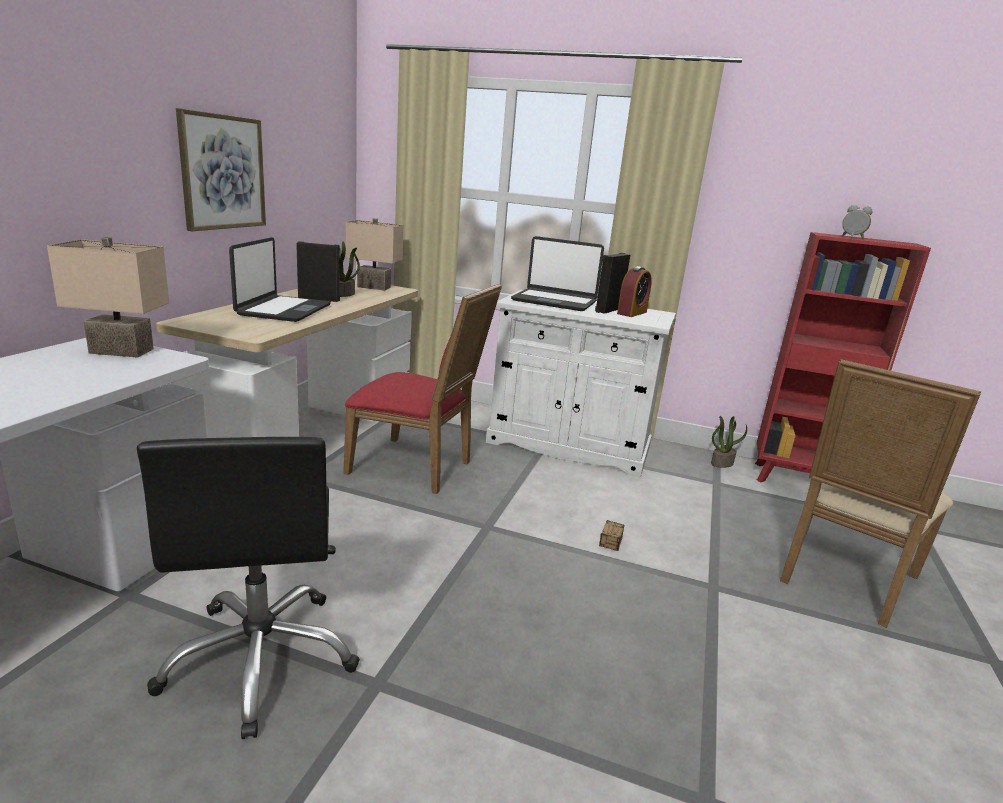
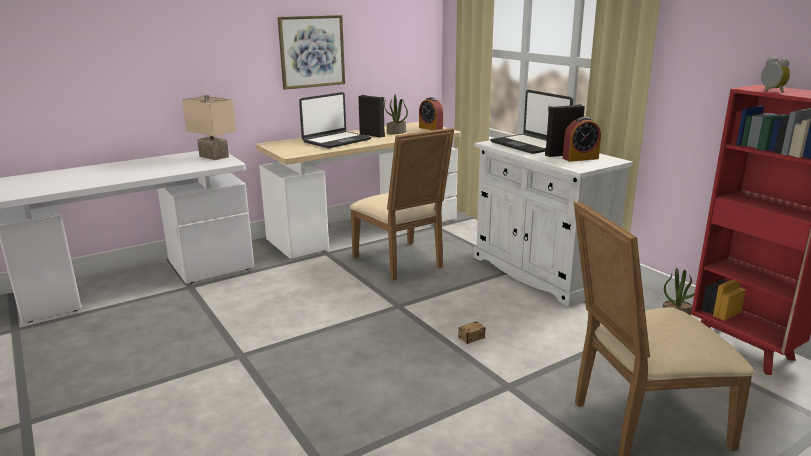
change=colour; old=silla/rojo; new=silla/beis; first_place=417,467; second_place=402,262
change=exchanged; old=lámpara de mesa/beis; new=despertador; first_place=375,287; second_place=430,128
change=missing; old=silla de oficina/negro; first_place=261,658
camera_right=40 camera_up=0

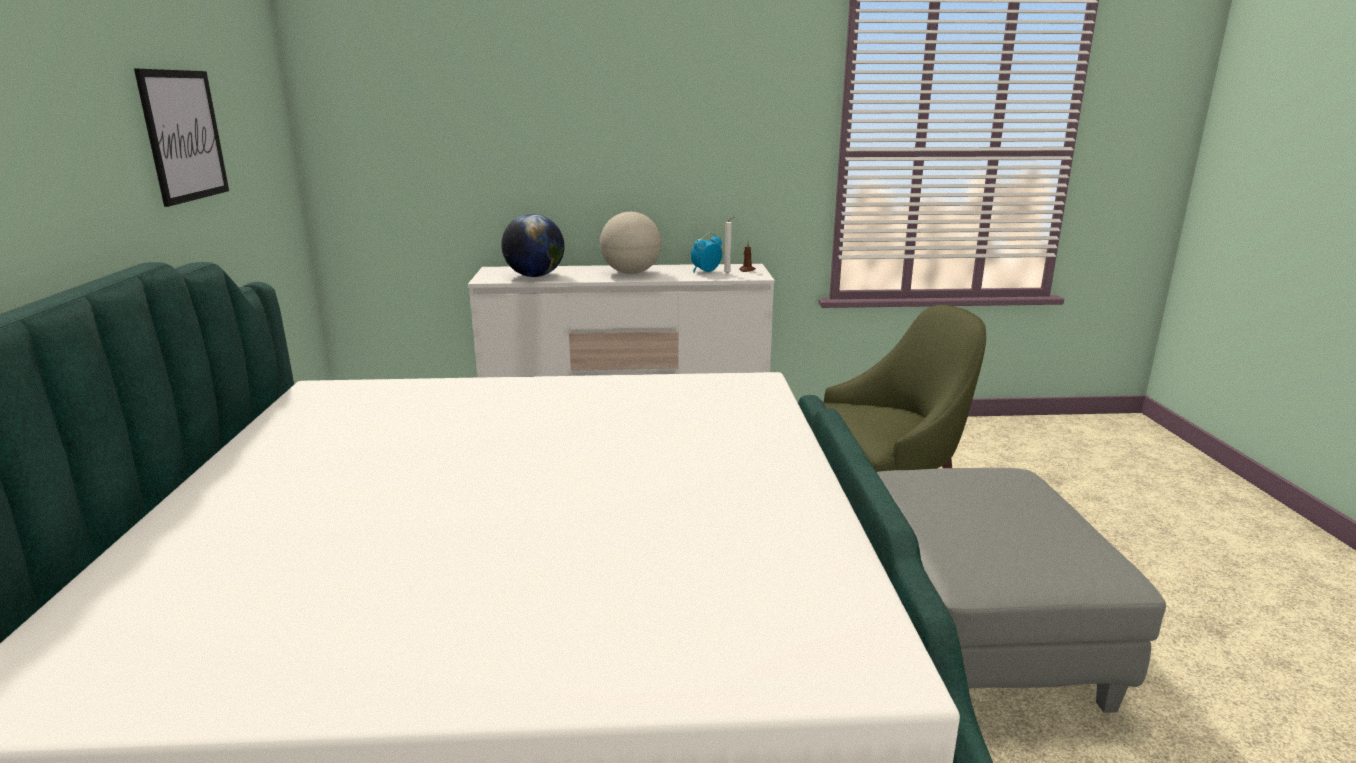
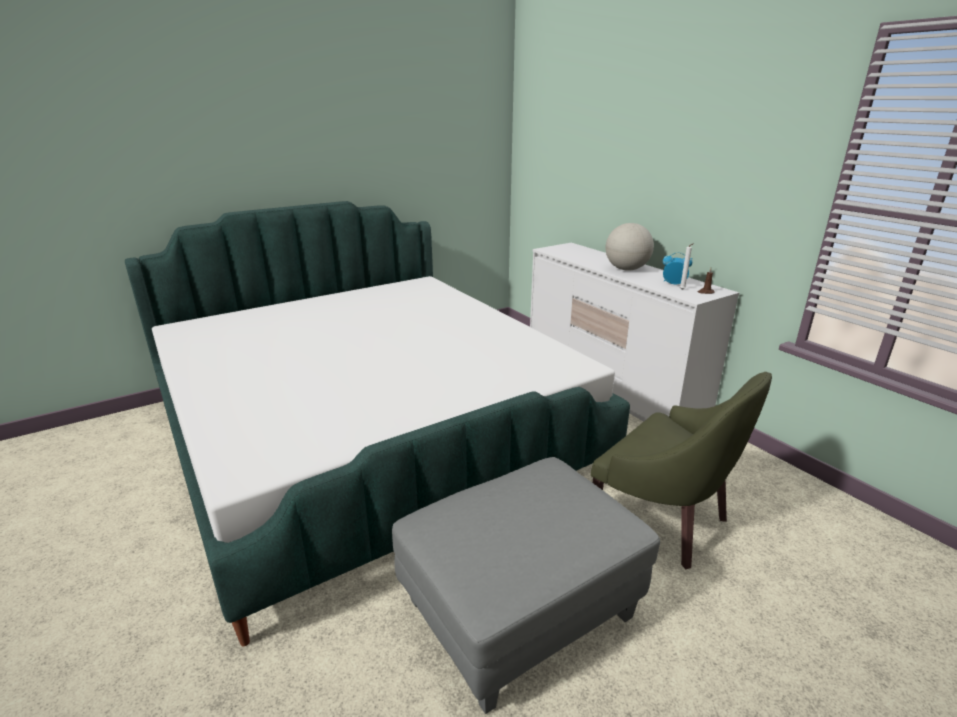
change=missing; old=cuadro; first_place=184,135
change=missing; old=globo terráqueo; first_place=535,276
camera_right=60 camera_up=5

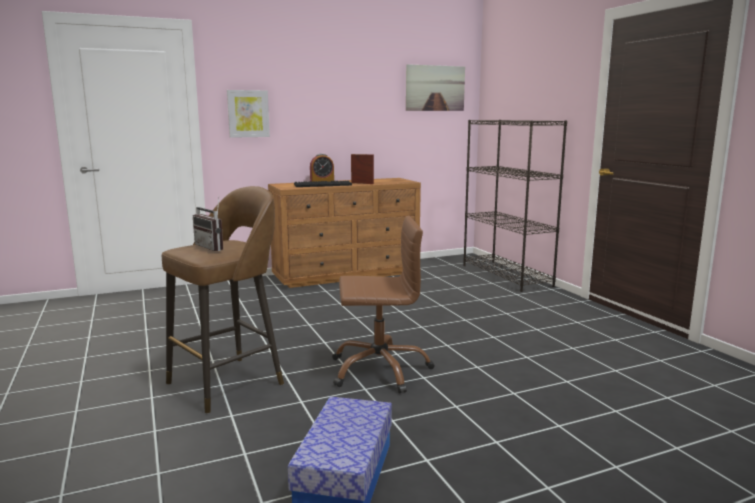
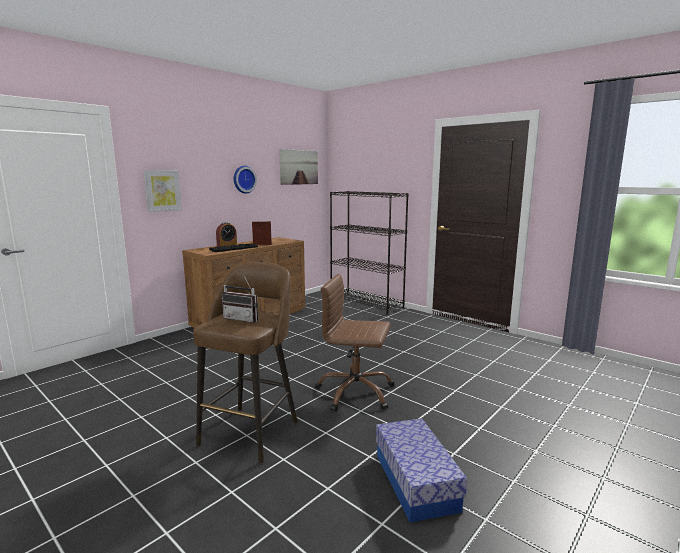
change=appeared; new=reloj de pared; second_place=243,179
change=spun; old=silla de oficina/marrón; first_place=379,369; second_place=355,392; degrees=-135
camera_right=-25 camera_up=0

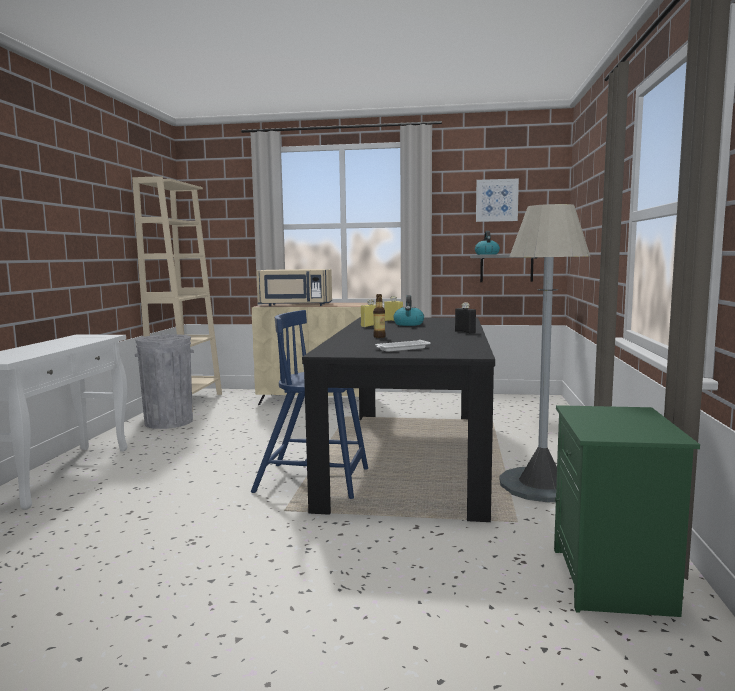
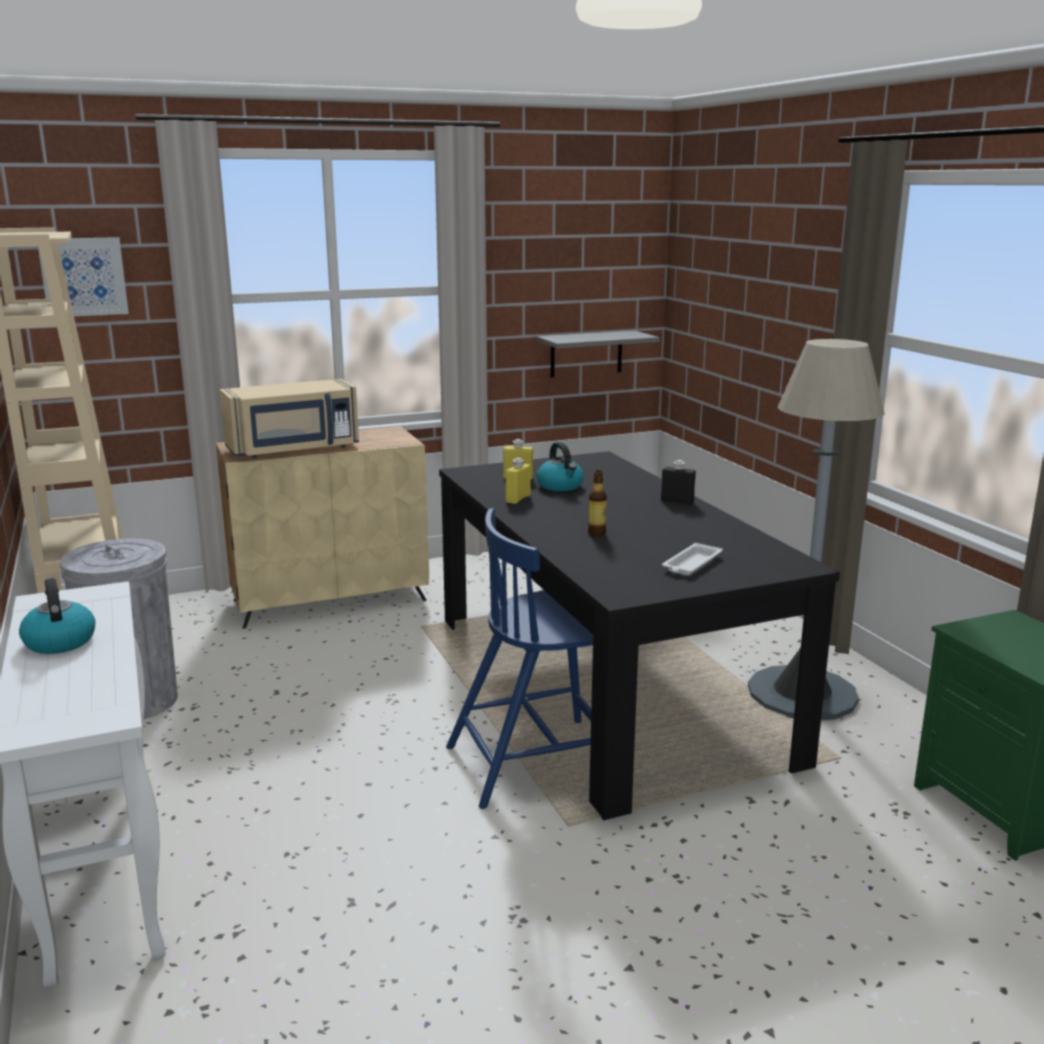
change=relocated; old=hervidor; first_place=486,254; second_place=59,641
change=relocated; old=cuadro; first_place=496,200; second_place=84,277
camera_right=-30 camera_up=10

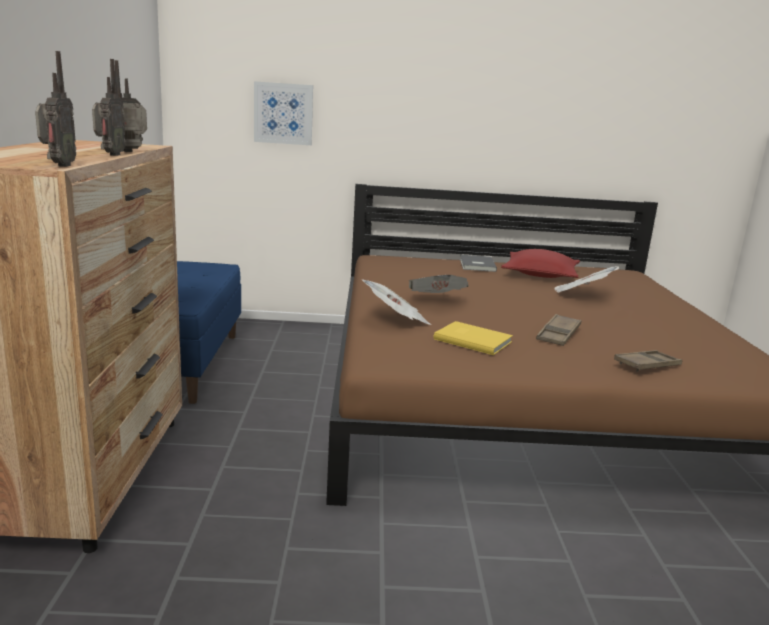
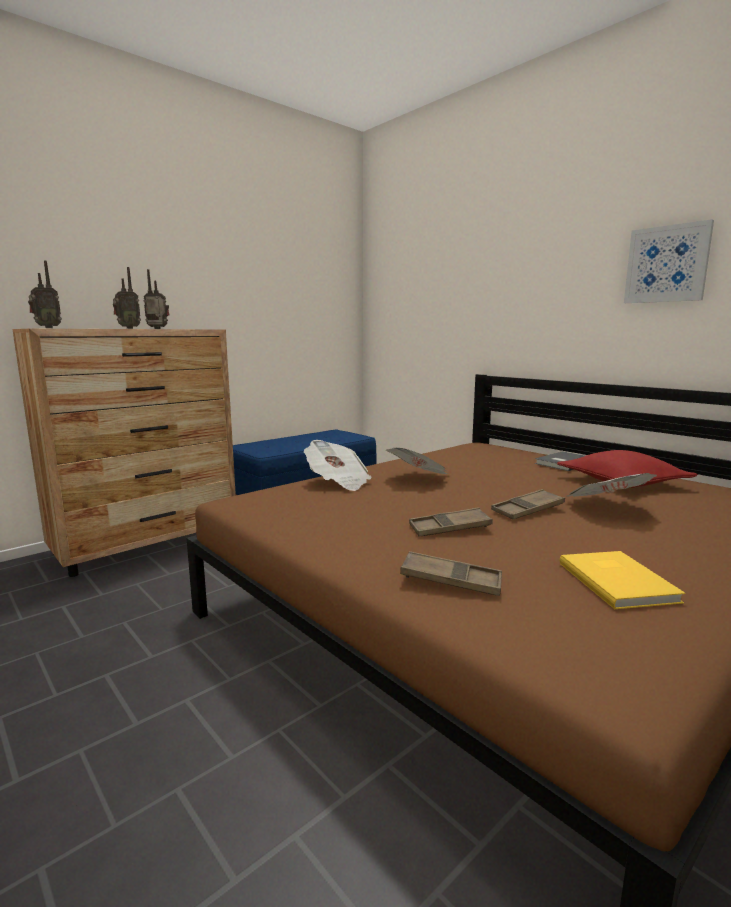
change=appeared; new=bandeja/marrón; second_place=528,510
change=relocated; old=libro/amarillo; first_place=472,339; second_place=618,581
change=relocated; old=cuadro; first_place=283,113; second_place=667,264
camera_right=50 camera_up=-5

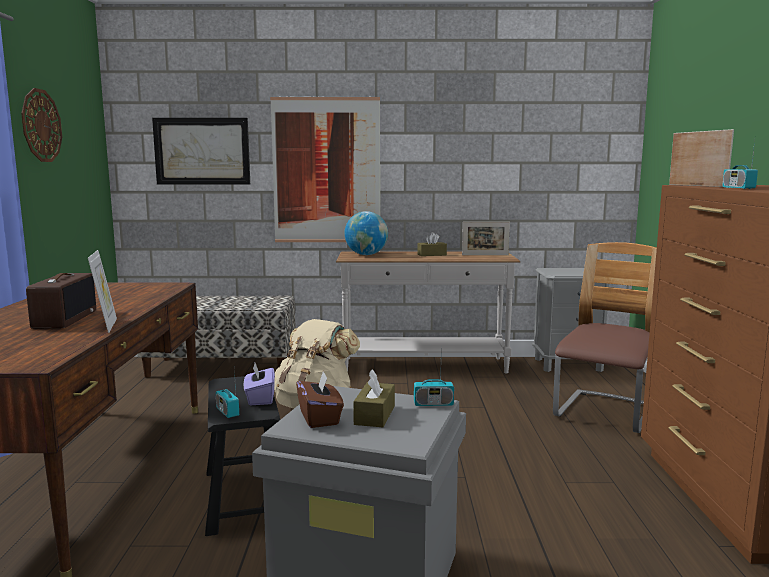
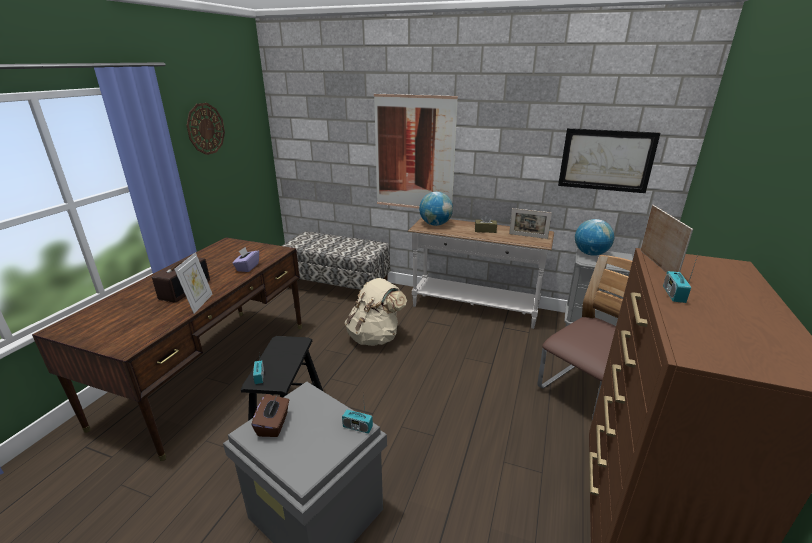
change=relocated; old=caja de pañuelos/morado; first_place=260,398; second_place=247,267
change=relocated; old=cuadro; first_place=202,151; second_place=606,160
change=appeared; new=globo terráqueo; second_place=590,253
change=missing; old=caja de pañuelos/marrón; first_place=374,415
camera_right=20 camera_up=15

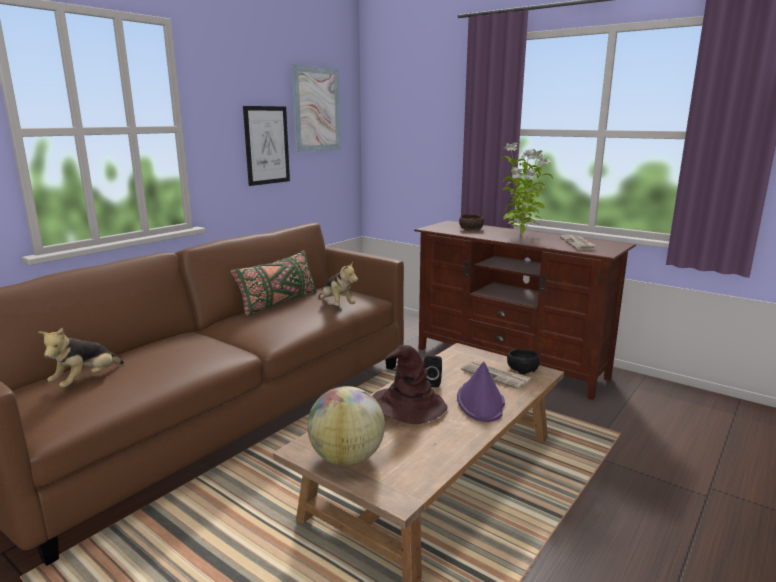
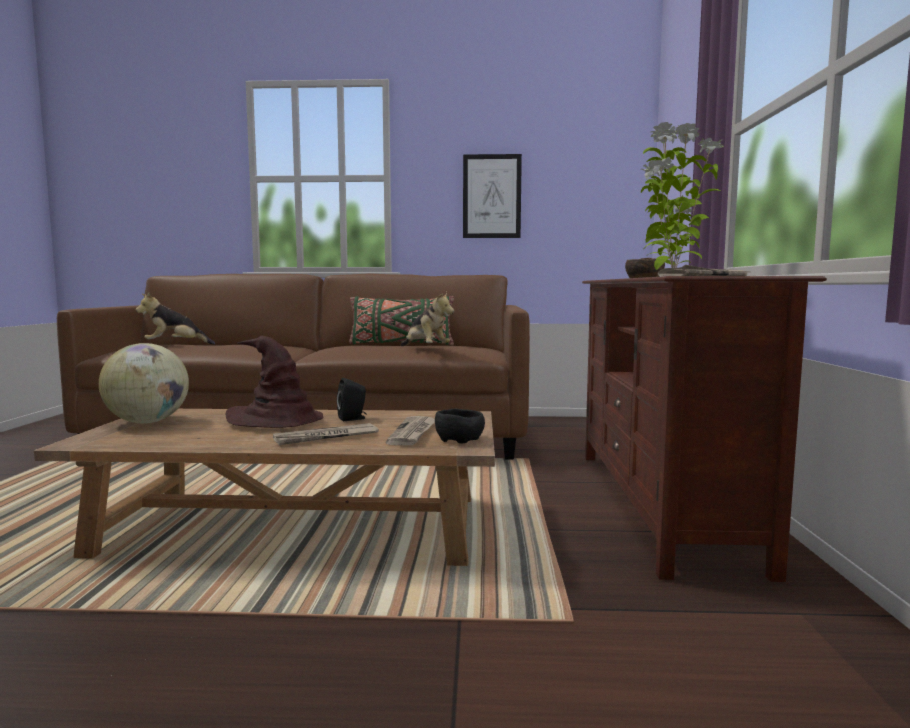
change=exchanged; old=sombrero/morado; new=periódico; first_place=480,402; second_place=325,437
change=spun; old=peluche; first_place=336,305; second_place=425,349; degrees=-60
change=missing; old=cuadro; first_place=316,109
camera_right=55 camera_up=-10

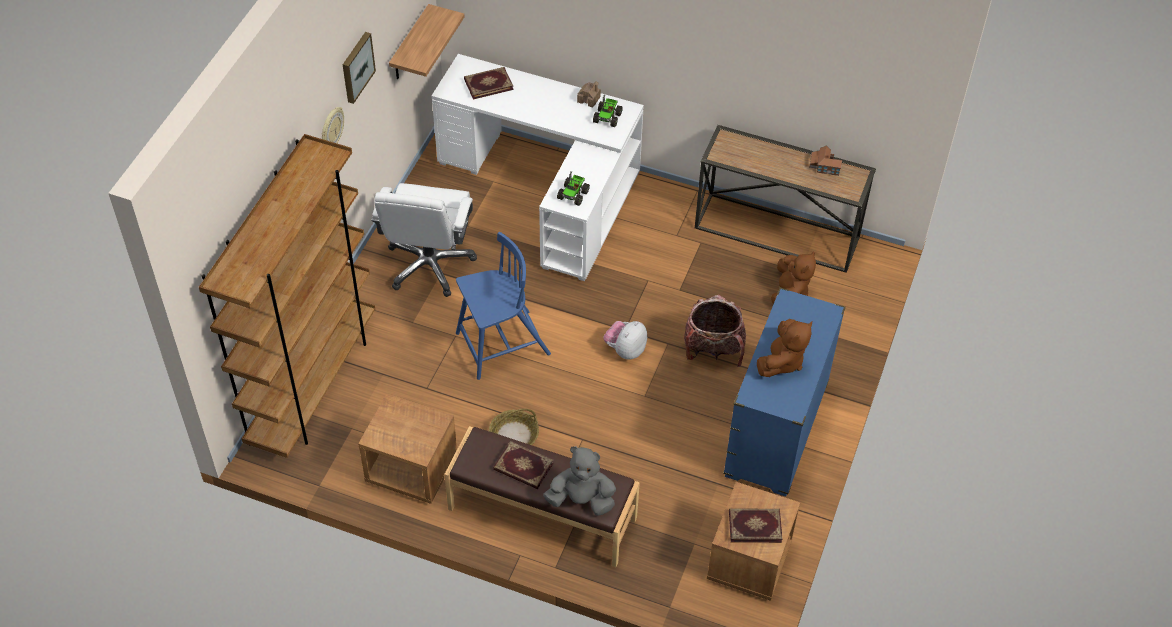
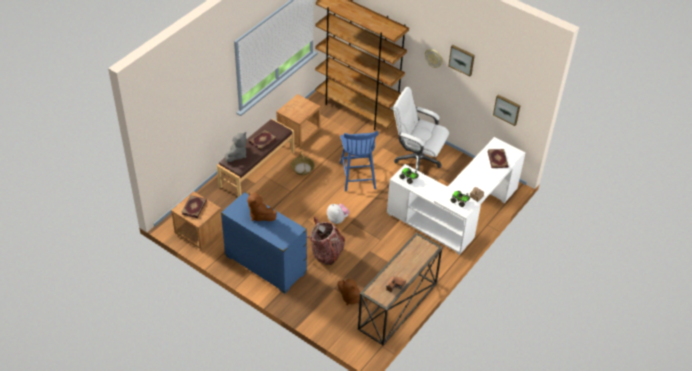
change=exchanged; old=estante; new=cuadro; first_place=410,44; second_place=507,109
camera_right=105 camera_up=-5

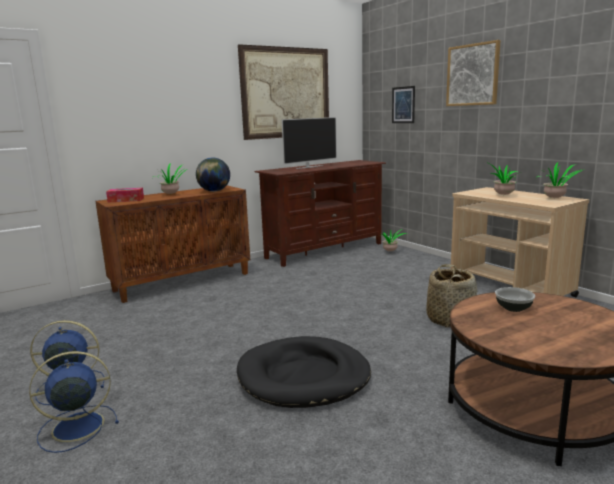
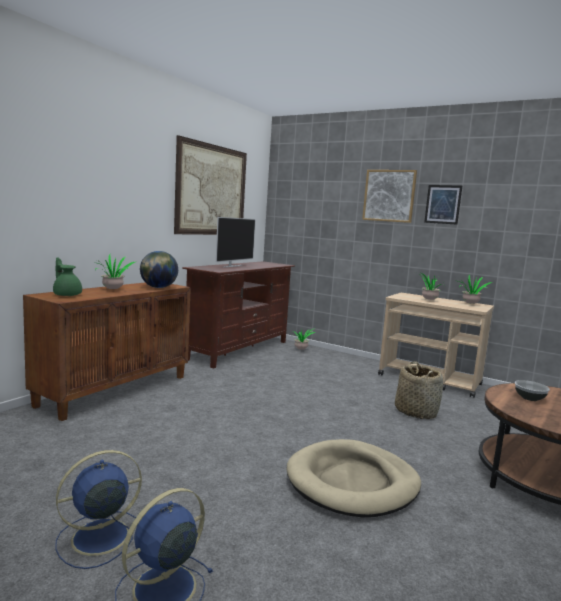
change=exchanged; old=caja de pañuelos; new=tetera/verde; first_place=126,200; second_place=67,295
change=colour; old=cama para perro/negro; new=cama para perro/beis; first_place=303,376; second_place=352,482
change=relocated; old=cuadro; first_place=403,105; second_place=443,204
camera_right=-25 camera_up=-5

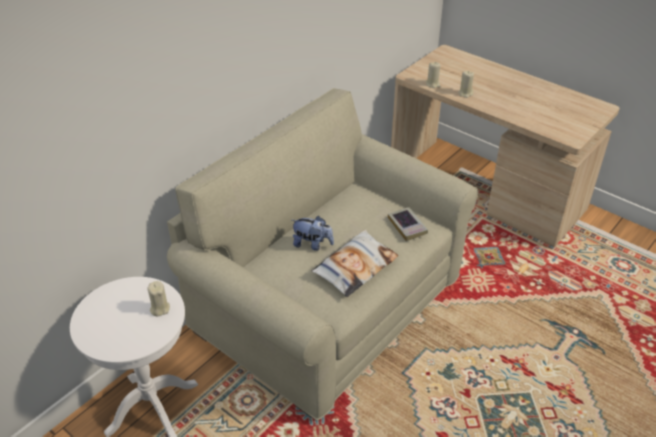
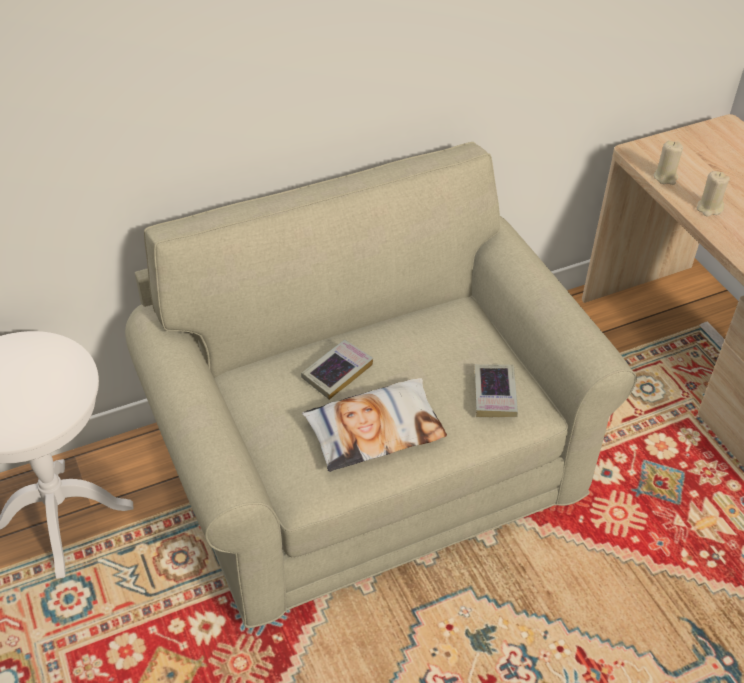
change=exchanged; old=peluche; new=libro; first_place=312,244; second_place=337,372
change=missing; old=vela/beis; first_place=159,308
camera_right=25 camera_up=5

